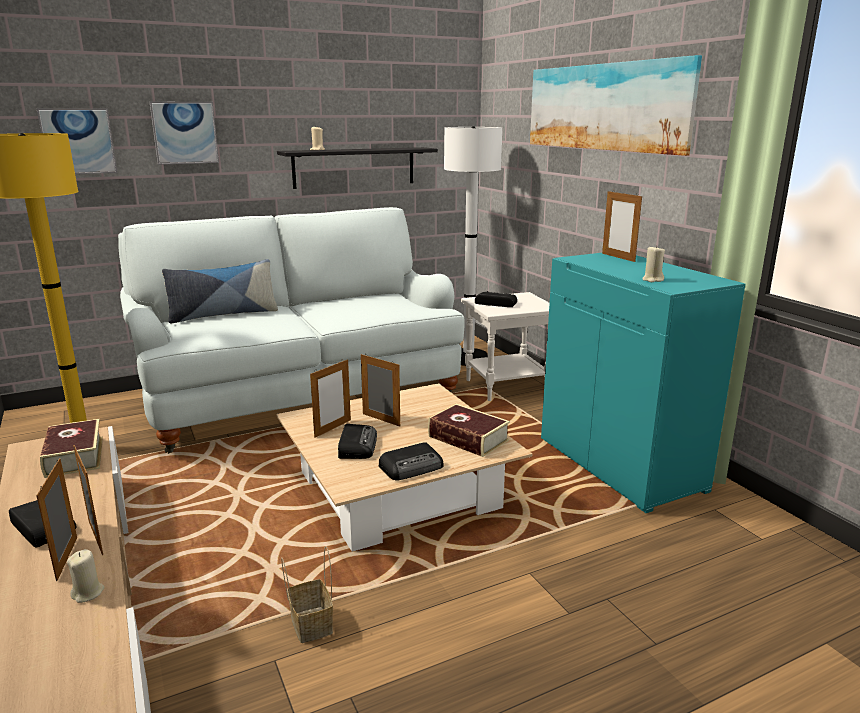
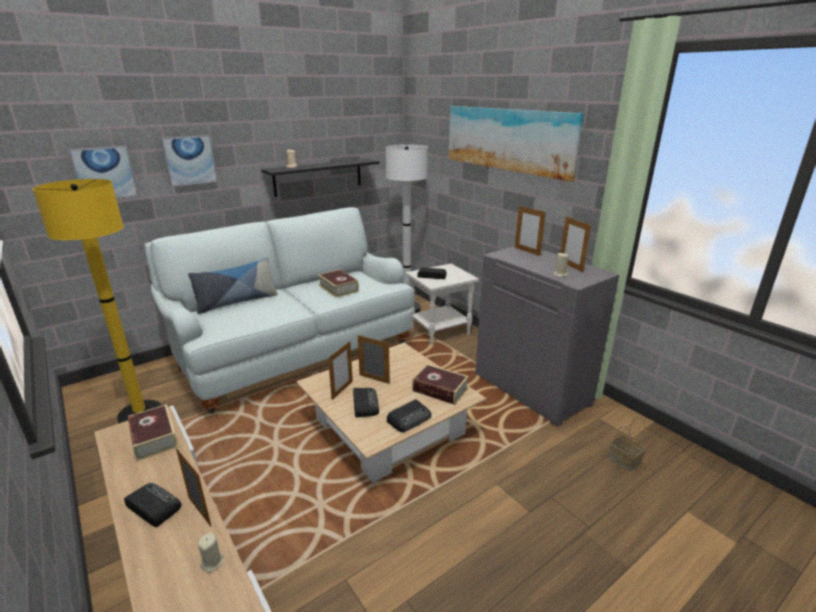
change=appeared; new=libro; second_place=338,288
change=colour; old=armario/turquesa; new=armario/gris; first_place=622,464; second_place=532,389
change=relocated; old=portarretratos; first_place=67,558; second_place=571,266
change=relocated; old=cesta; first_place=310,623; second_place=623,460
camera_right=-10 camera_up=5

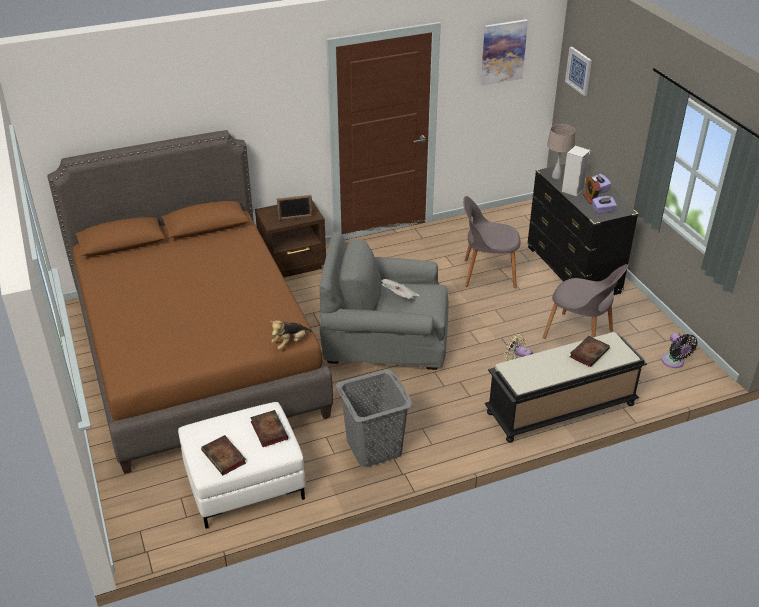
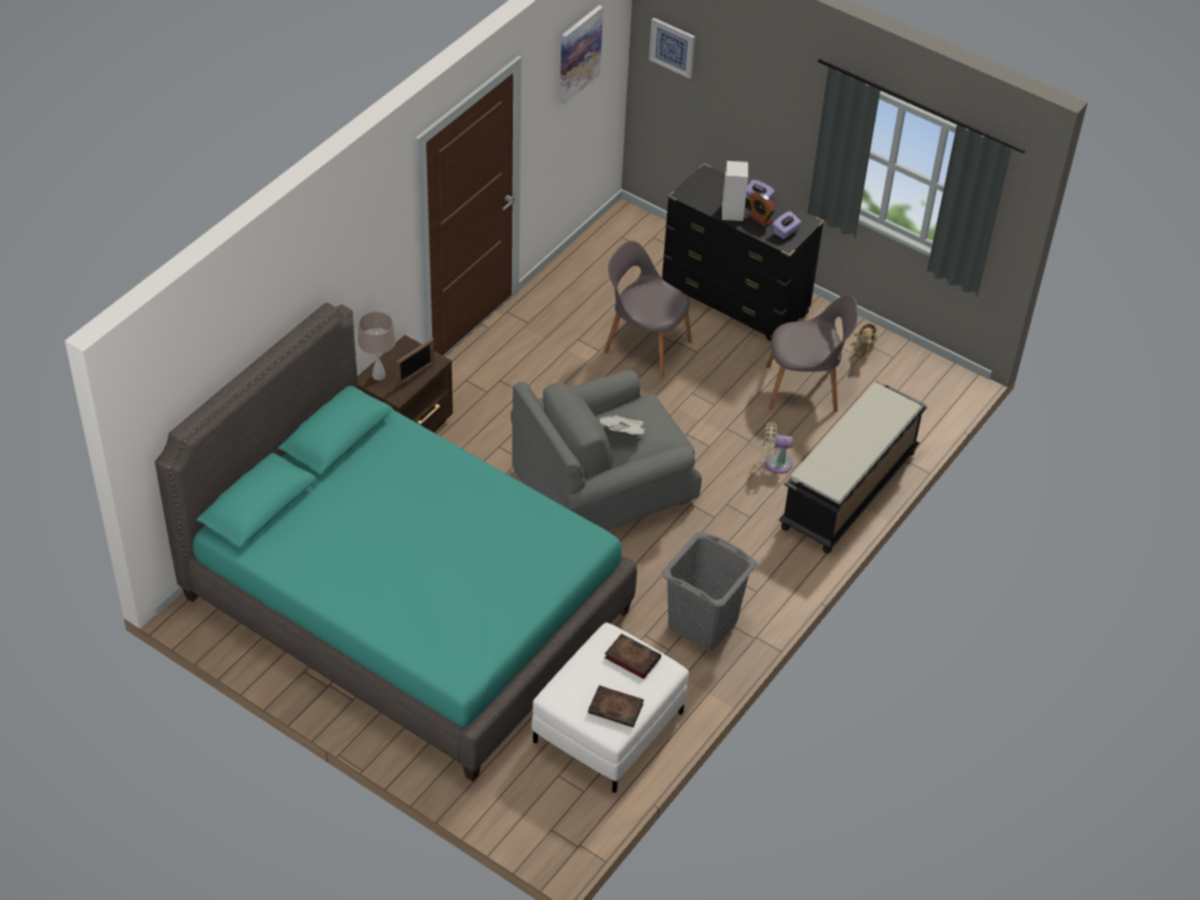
change=colour; old=cama/marrón; new=cama/turquesa; first_place=196,353; second_place=406,605
change=relocated; old=lámpara de mesa/beis; first_place=556,176; second_place=379,375
change=spun; old=silla/gris; first_place=487,273; second_place=645,345; degrees=60
change=relocated; old=peluche; first_place=290,343; second_place=864,346
change=missing; old=libro; first_place=589,353
change=missing; old=ventilador/negro; first_place=674,362
camera_right=-35 camera_up=10

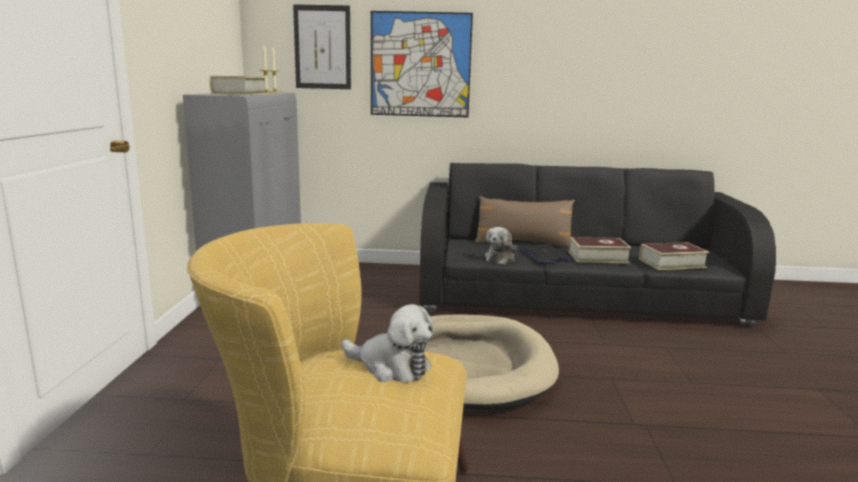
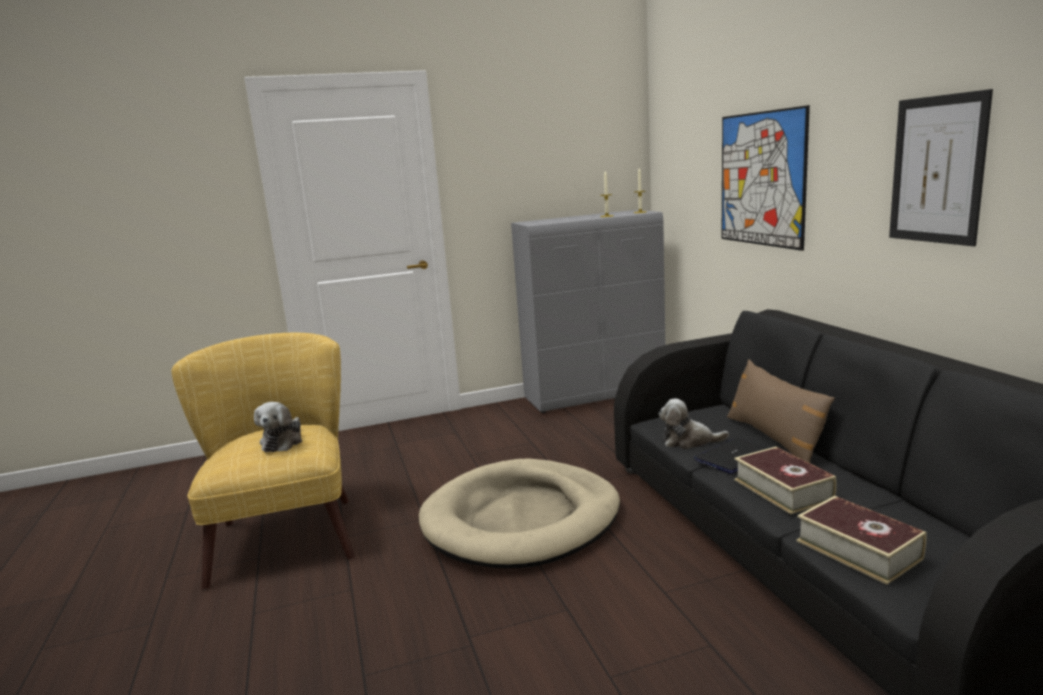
change=relocated; old=cuadro; first_place=322,47; second_place=937,170
change=missing; old=libro; first_place=240,93
camera_right=70 camera_up=0

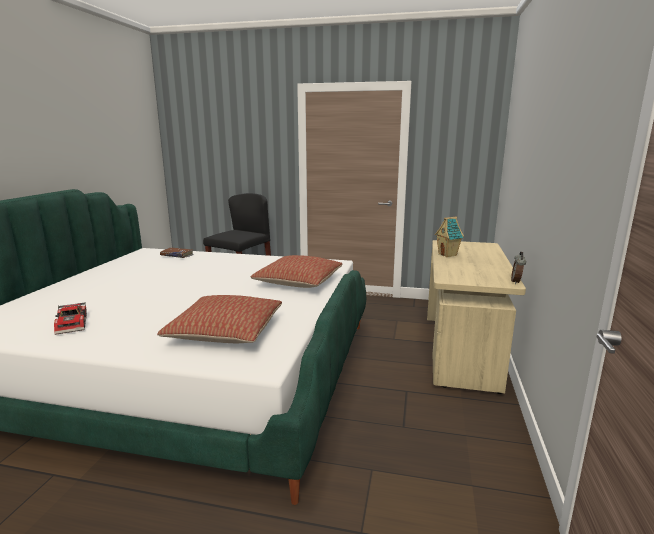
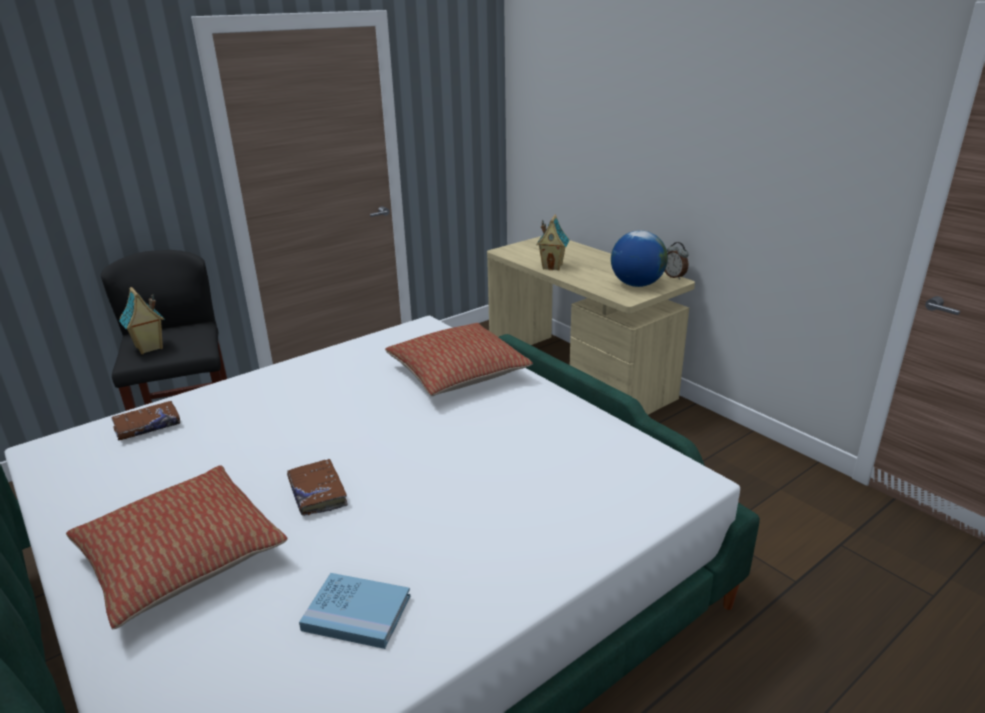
change=relocated; old=cojín; first_place=225,332; second_place=181,558
change=appeared; new=casita; second_place=149,348
change=appeared; new=libro/marrón; second_place=317,493
change=exchanged; old=coche de juguete; new=libro/azul; first_place=73,324; second_place=357,613
change=appeared; new=globo terráqueo; second_place=636,284
camera_right=-50 camera_up=10

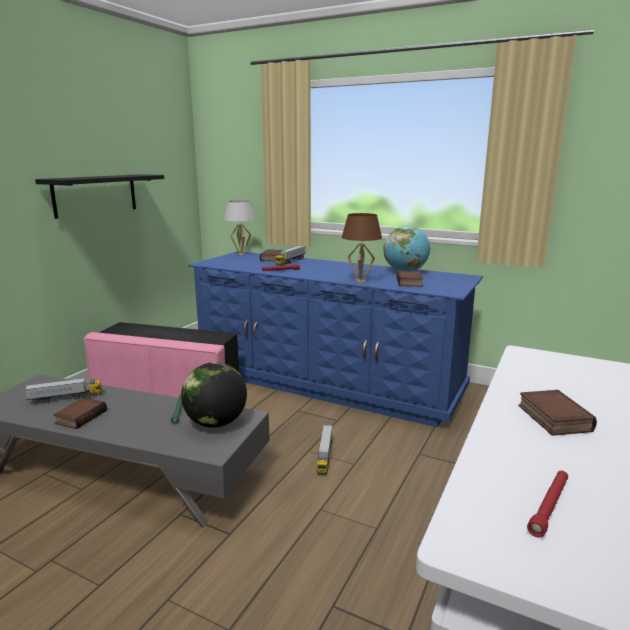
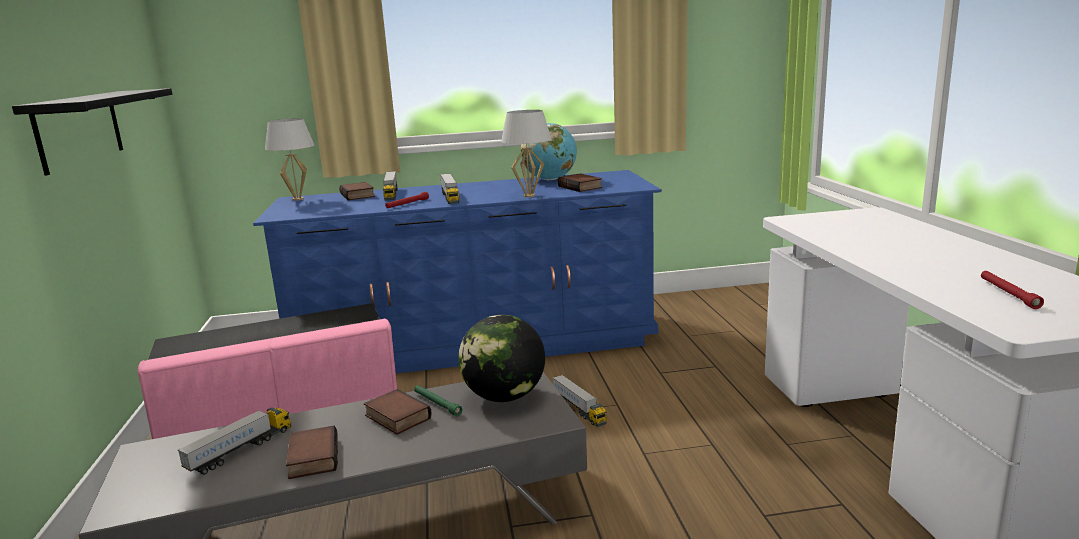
change=relocated; old=libro; first_place=551,418; second_place=395,417
change=appeared; new=camión de juguete; second_place=450,197
change=colour; old=lámpara de mesa/marrón; new=lámpara de mesa/blanco; first_place=360,281; second_place=529,196
camera_right=-35 camera_up=0

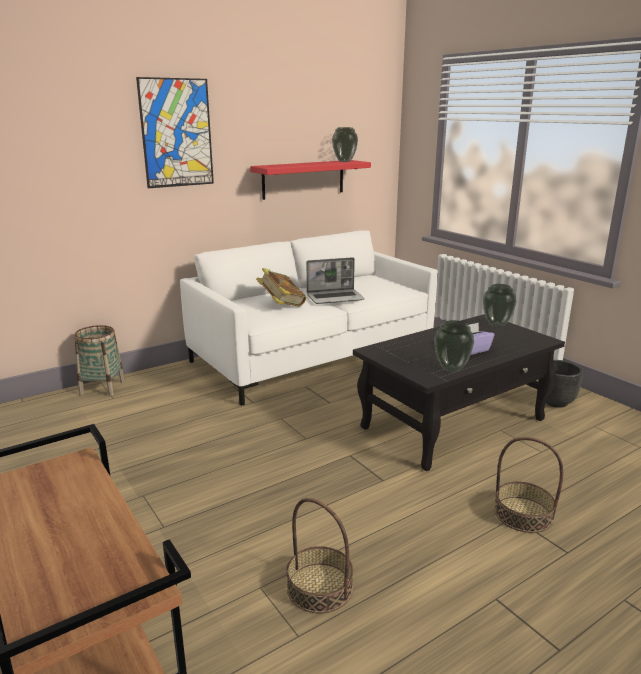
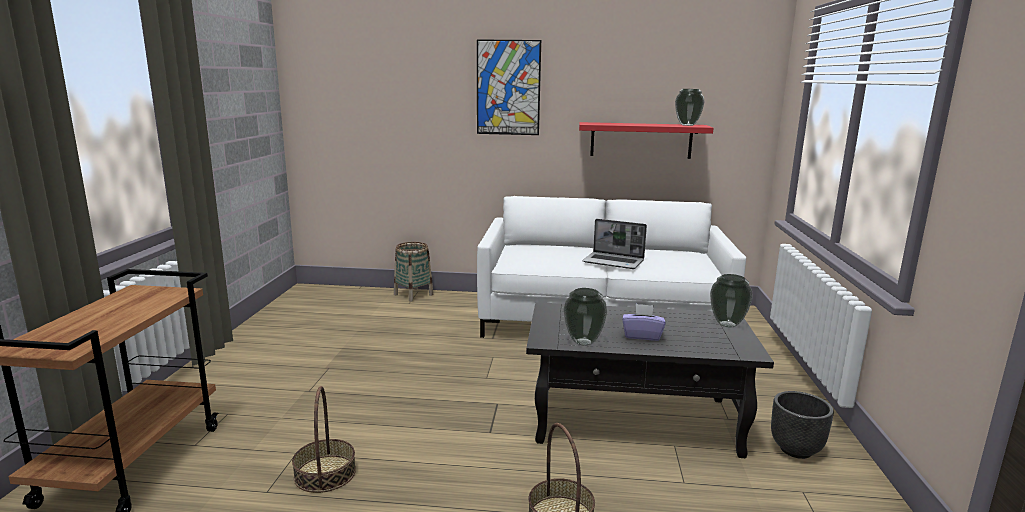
change=missing; old=libro; first_place=281,305
camera_right=40 camera_up=-5

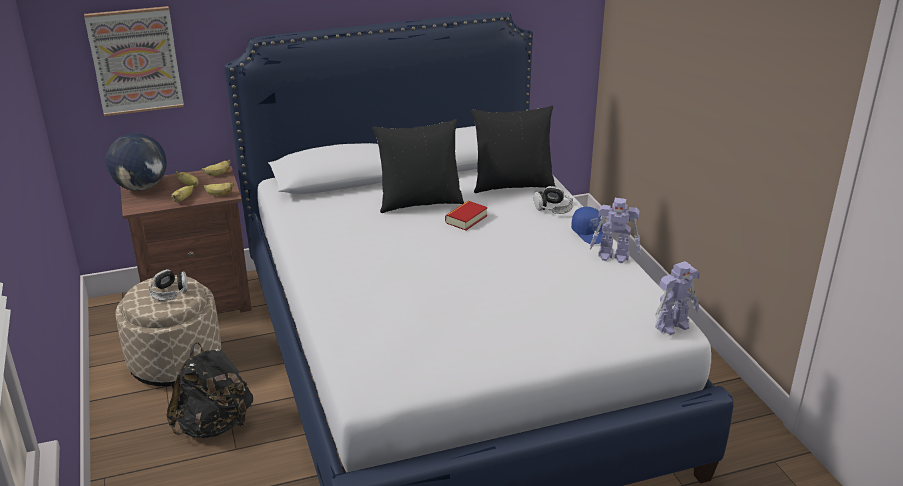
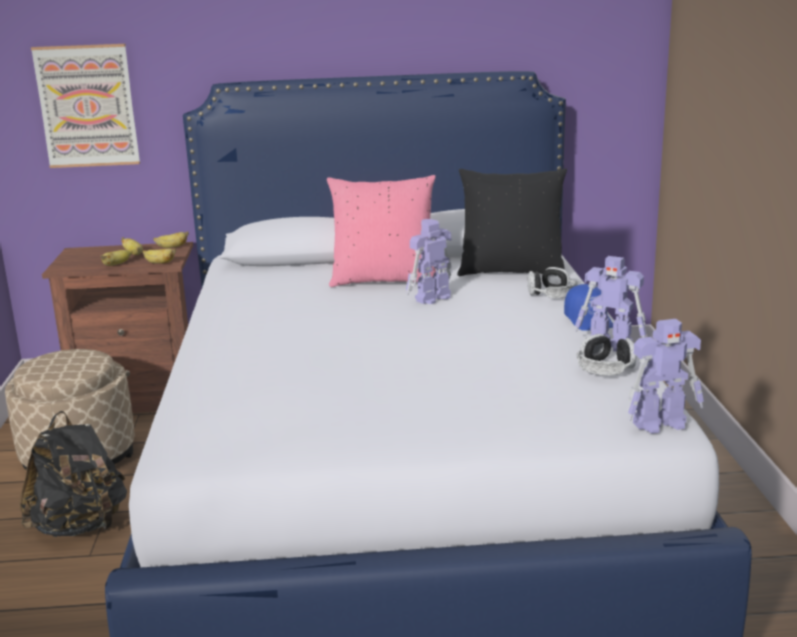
change=colour; old=cojín/negro; new=cojín/rosa; first_place=419,202; second_place=384,280
change=exchanged; old=libro; new=robot de juguete; first_place=466,219; second_place=431,298
change=relocated; old=auriculares; first_place=170,292; second_place=606,368
change=missing; old=globo terráqueo; first_place=141,187
camera_right=15 camera_up=-10

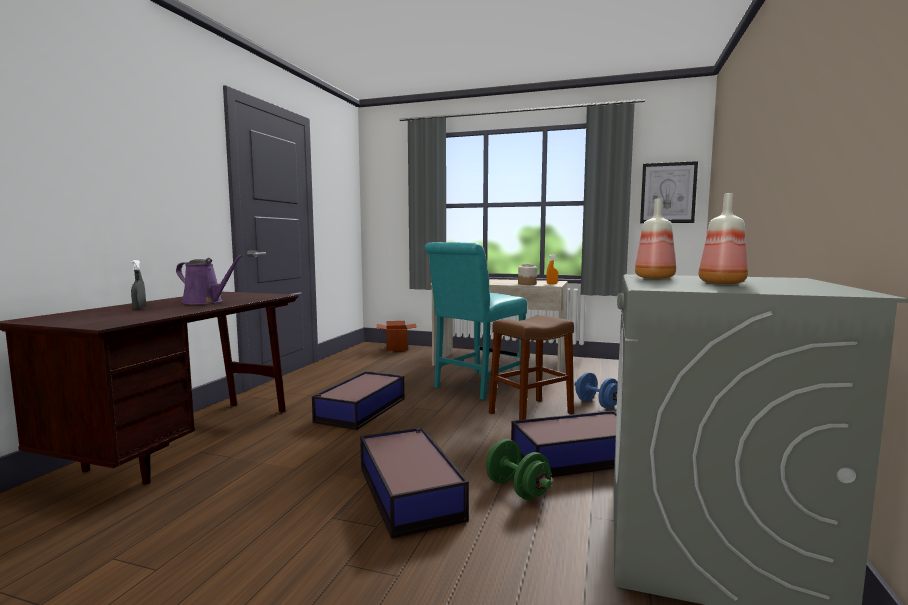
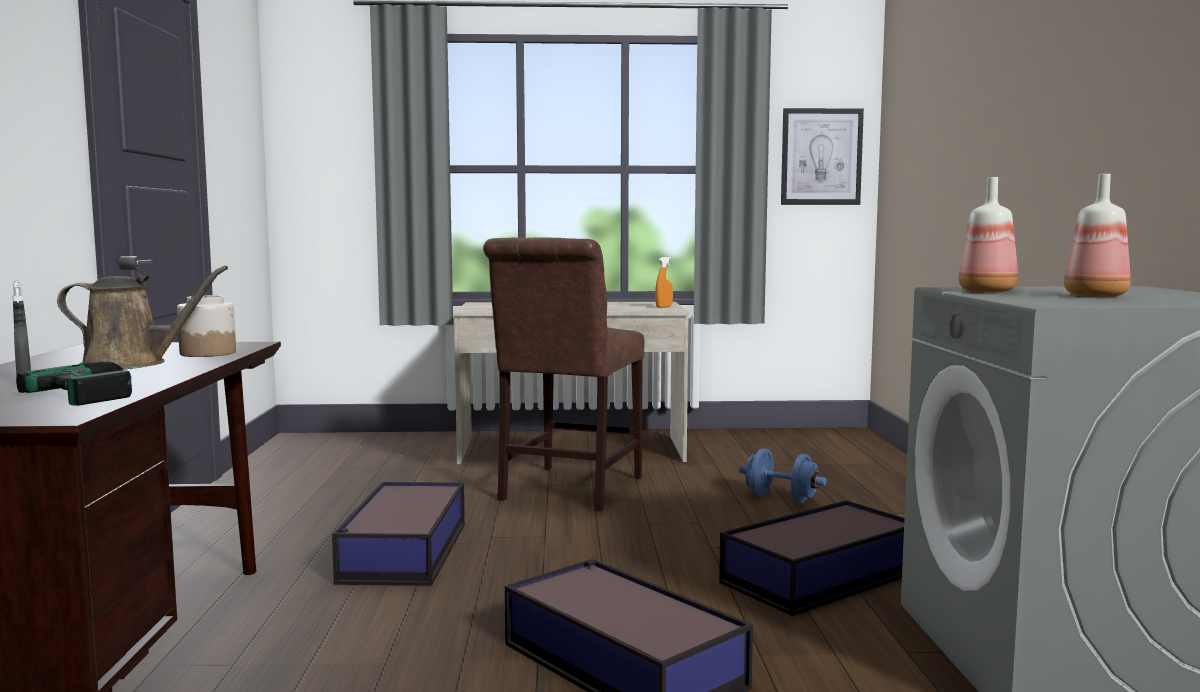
change=appeared; new=taladro; second_place=107,390
change=colour; old=regadera/morado; new=regadera/marrón; first_place=206,302; second_place=132,363
change=relocated; old=tarro; first_place=527,284; second_place=208,353
change=colour; old=silla/turquesa; new=silla/marrón; first_place=475,386; second_place=567,490
change=missing; old=caja de cartón; first_place=396,348
change=missing; old=mancuerna/verde; first_place=517,489
change=missing; old=taburete/marrón; first_place=531,413
camera_right=-20 camera_up=0

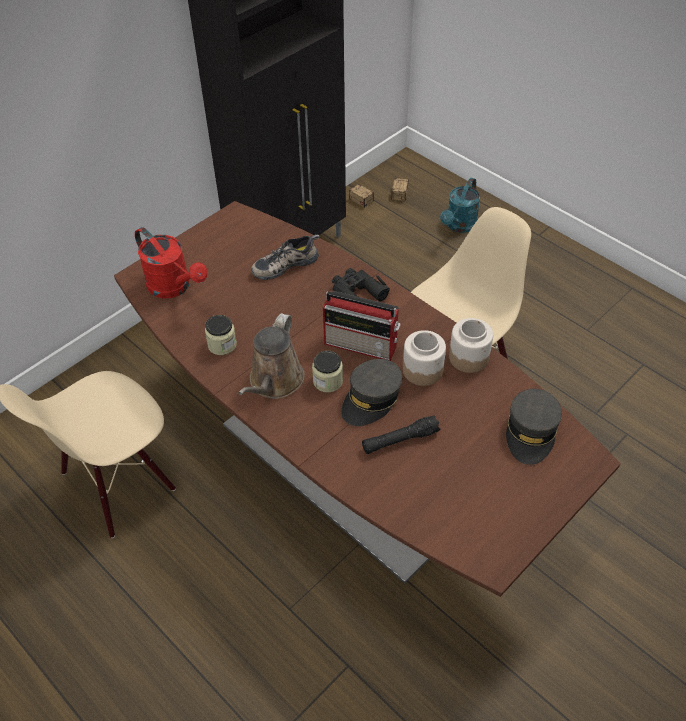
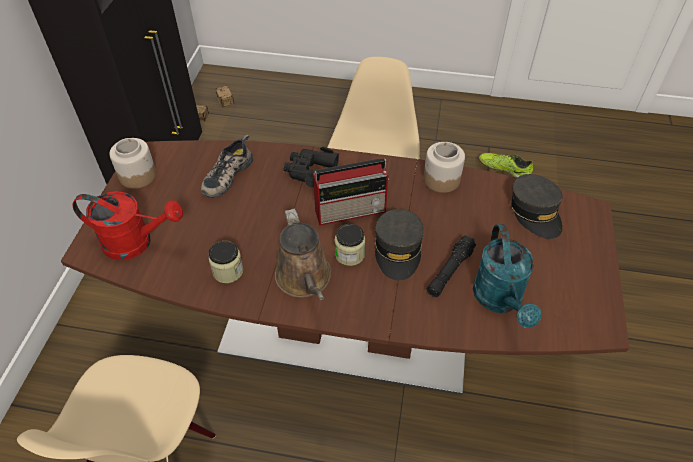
change=relocated; old=tarro; first_place=423,370; second_place=138,175
change=relocated; old=regadera/turquesa; first_place=459,226; second_place=500,300
change=appeared; new=zapato; second_place=504,169
camera_right=-35 camera_up=0

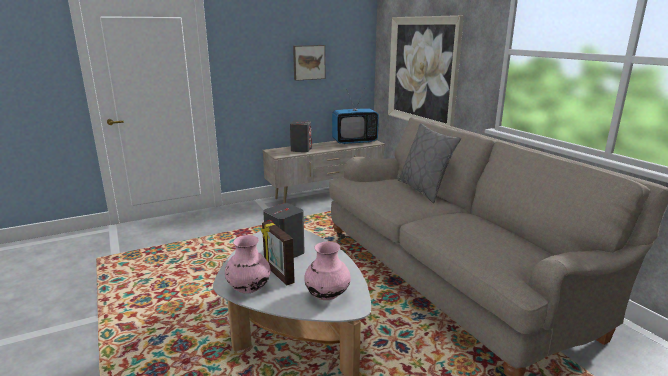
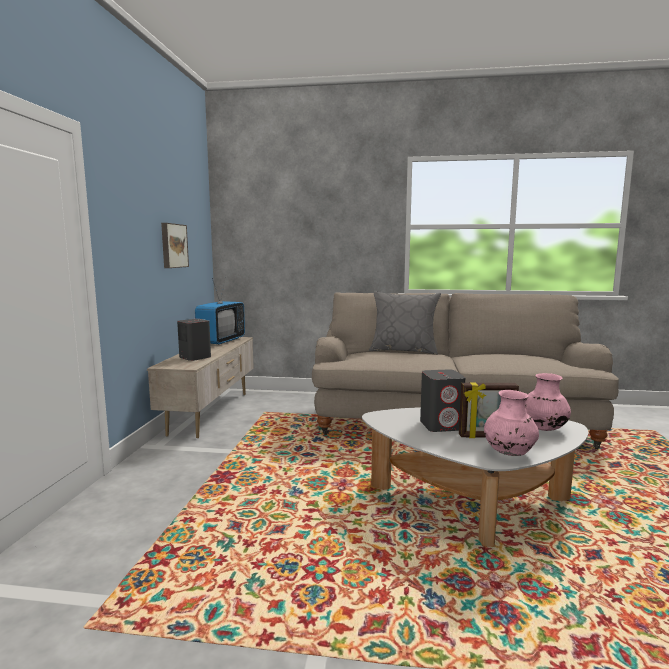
change=missing; old=cuadro; first_place=422,71
camera_right=-55 camera_up=-10

